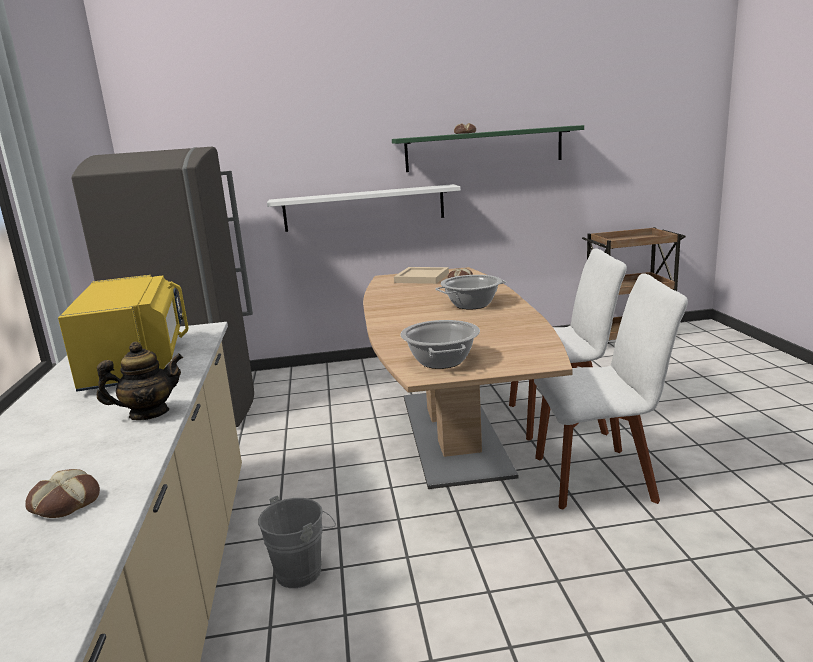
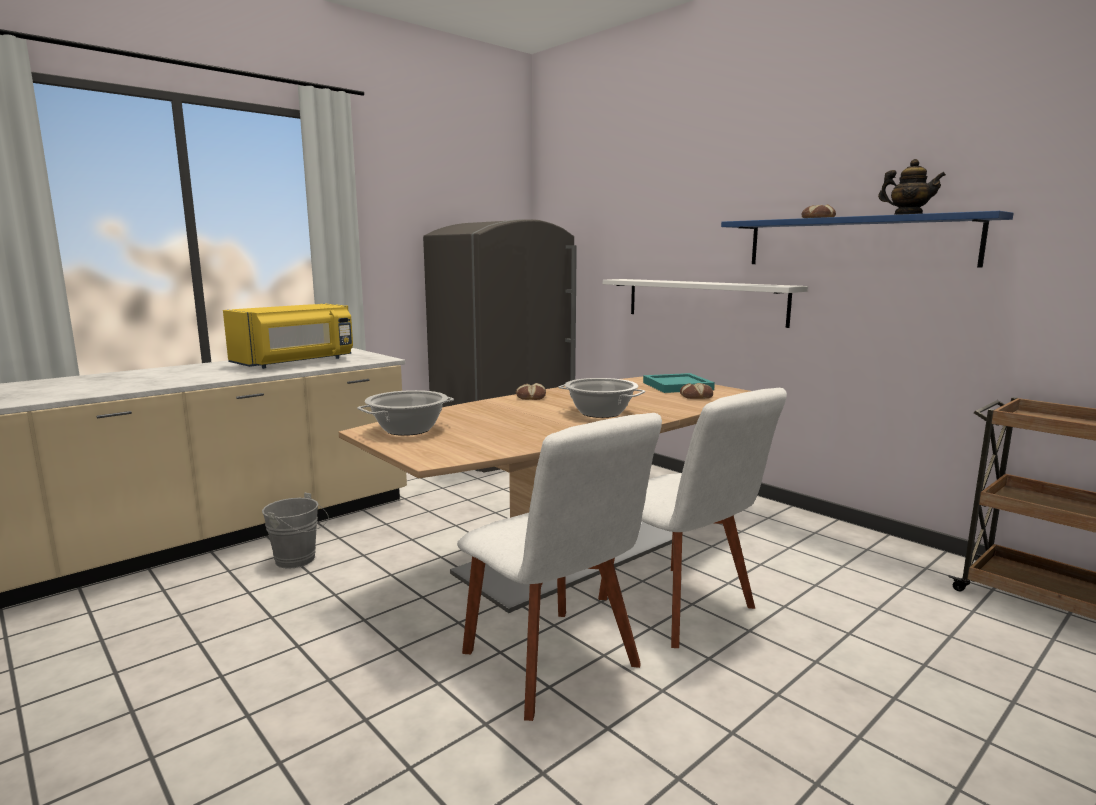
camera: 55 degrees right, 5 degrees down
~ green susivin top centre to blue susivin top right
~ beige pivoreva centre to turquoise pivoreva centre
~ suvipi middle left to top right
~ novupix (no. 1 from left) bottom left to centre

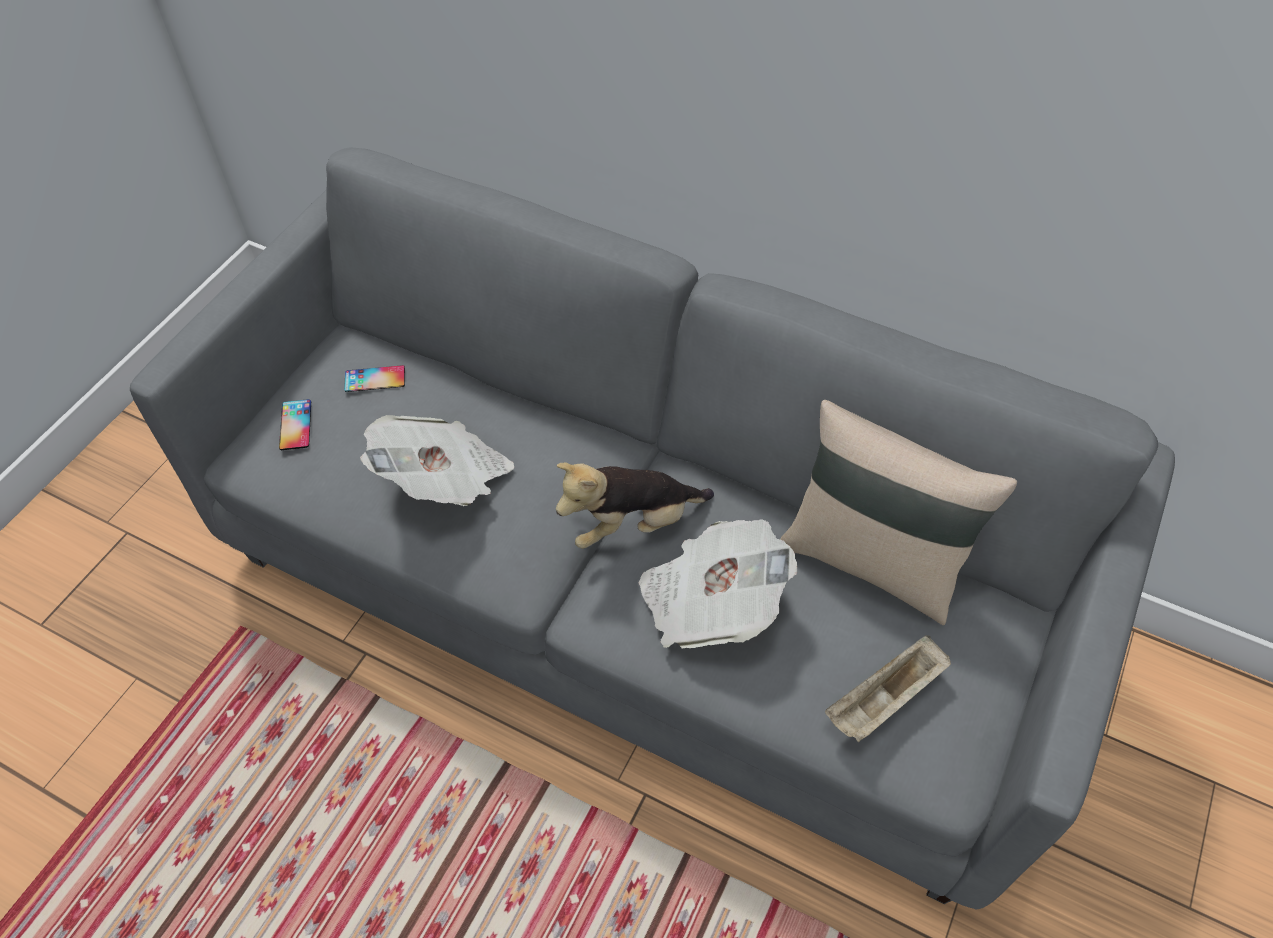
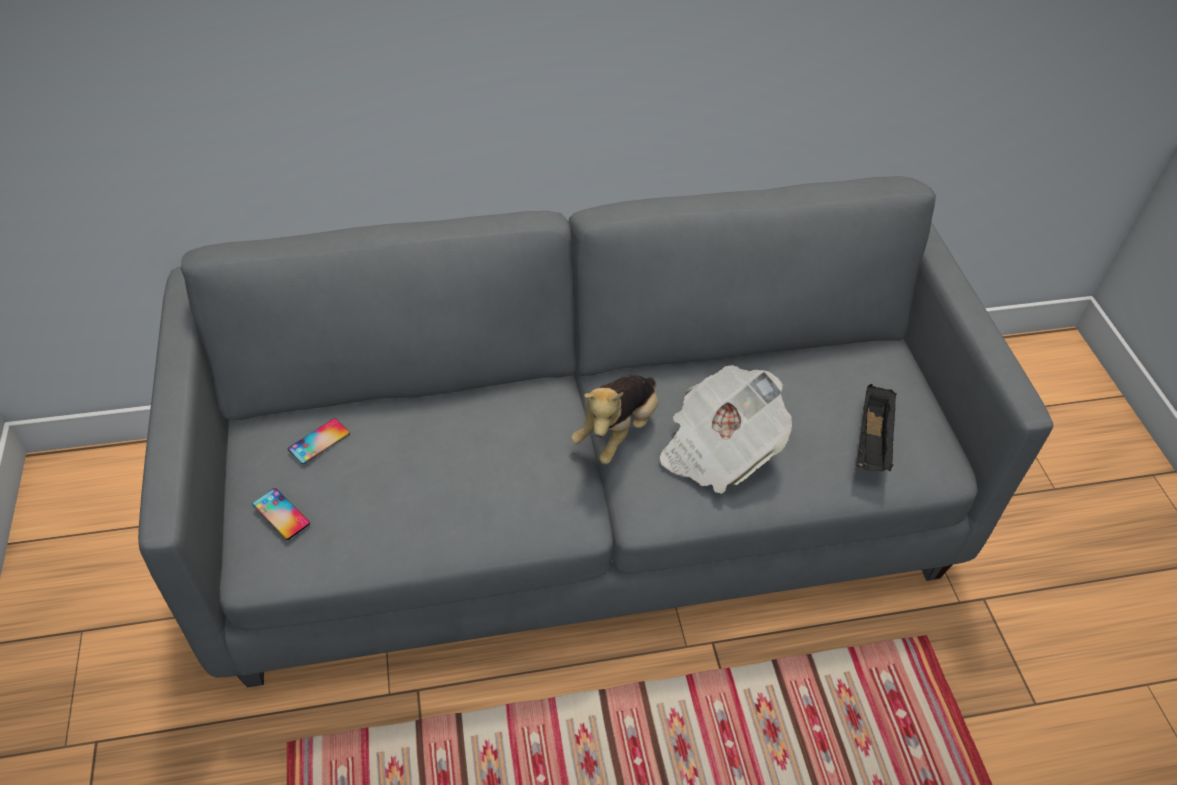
camera: 40 degrees left, 5 degrees down
- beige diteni middle right
- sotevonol (no. 1 from left) centre
~ beige pivoreva bottom right to black pivoreva middle right

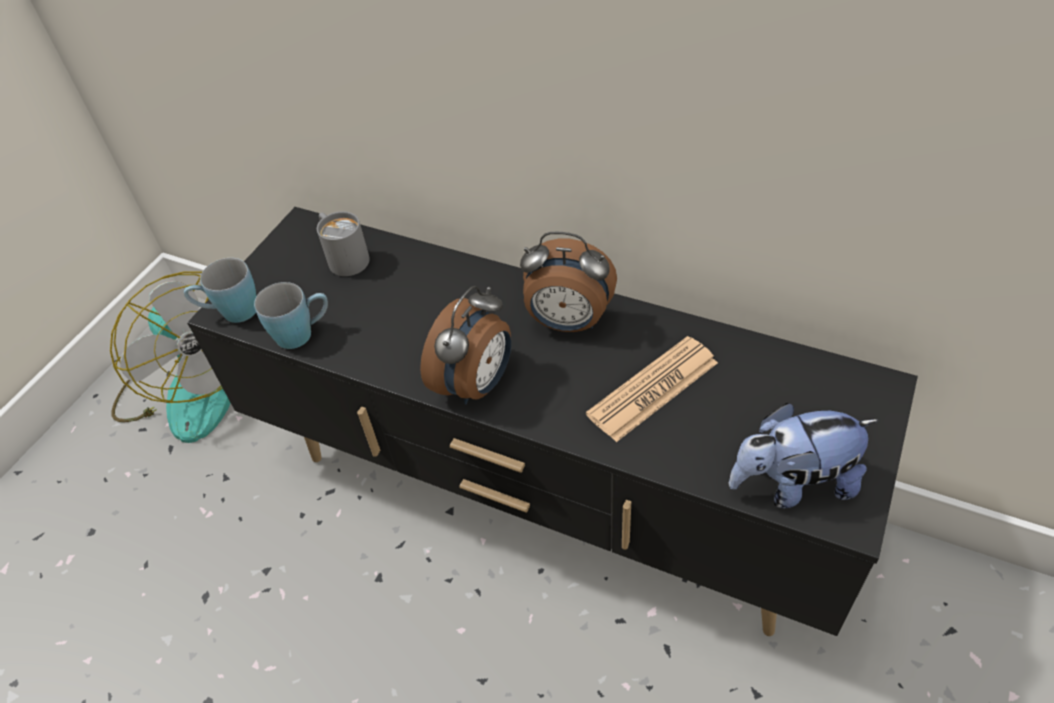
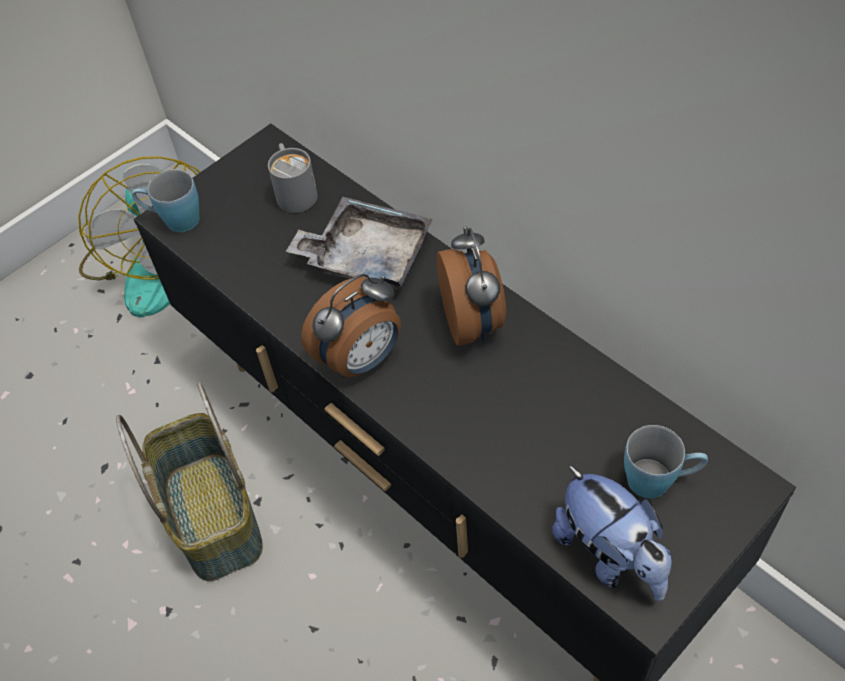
camera: 20 degrees right, 5 degrees up
~ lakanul (no. 2 from left) centre = centre 135 degrees counterclockwise
~ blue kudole (no. 2 from left) middle left to bottom right
- sotevonol centre
~ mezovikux middle right = bottom right 135 degrees counterclockwise
+ grey pivoreva centre
+ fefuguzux bottom left

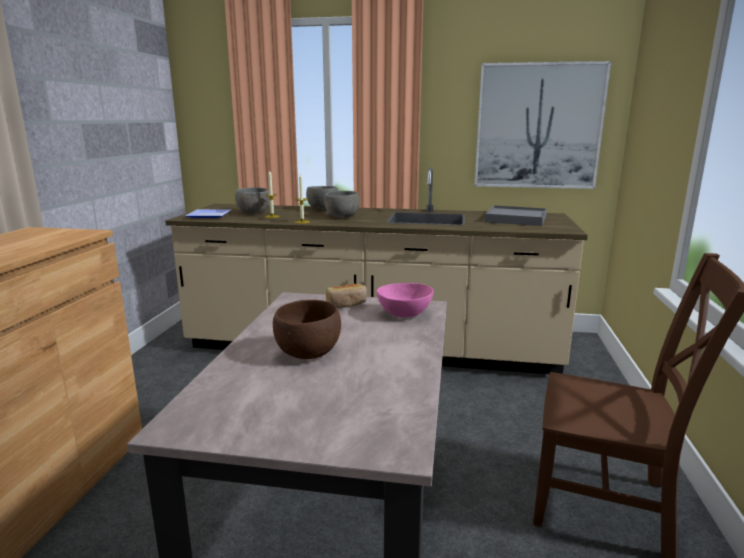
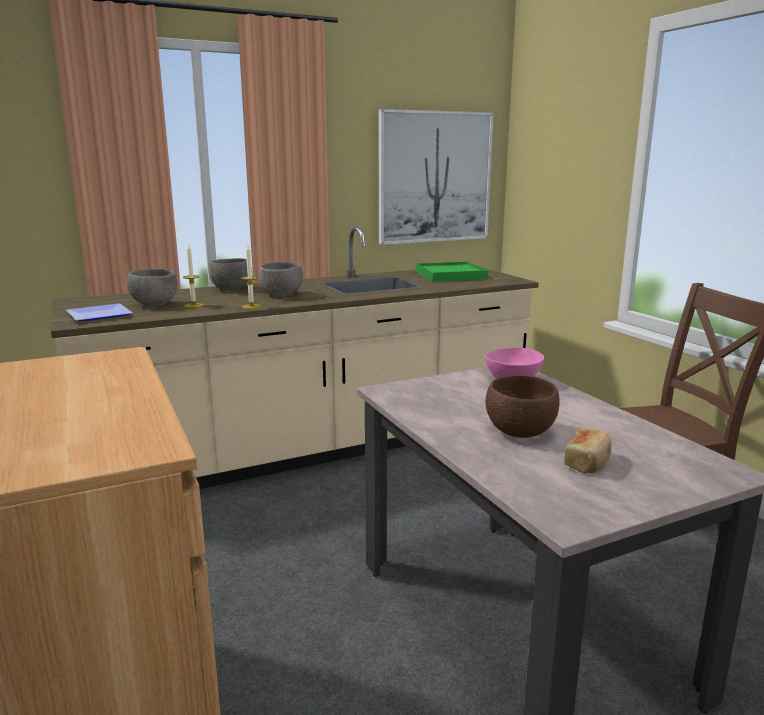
camera: 35 degrees left, 0 degrees up
~ grey pivoreva middle right to green pivoreva centre
~ novupix centre to middle right

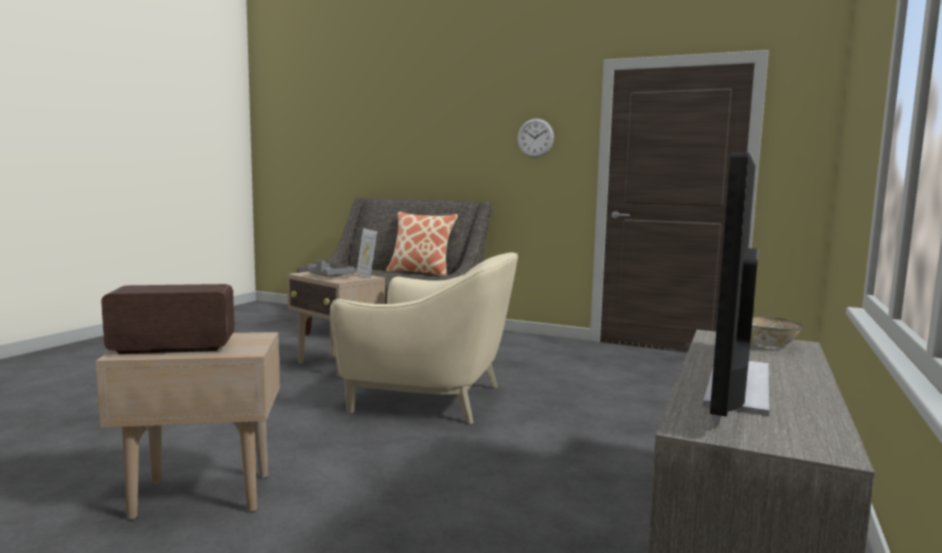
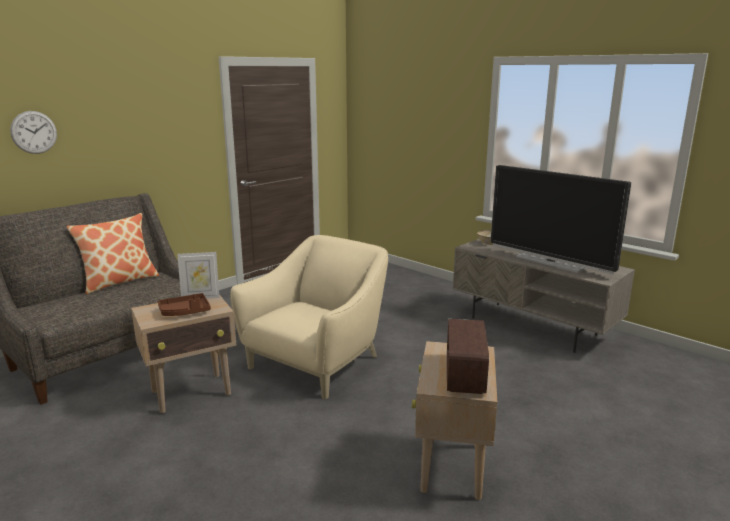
camera: 70 degrees left, 10 degrees up
~ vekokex top centre to top left
~ grey pivoreva centre to brown pivoreva middle left

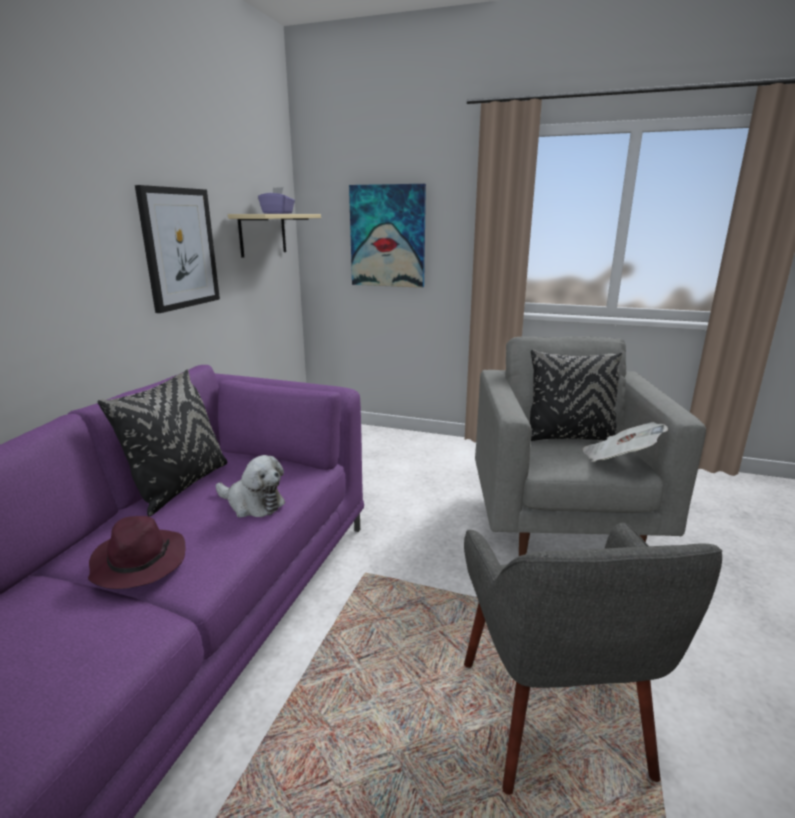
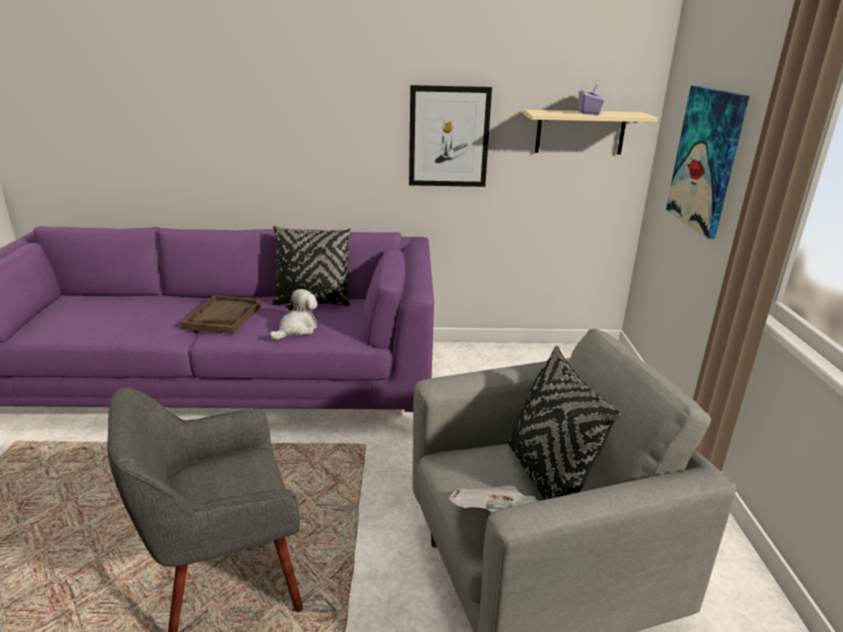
camera: 70 degrees right, 5 degrees up
~ mezovikux middle left = centre 150 degrees counterclockwise
~ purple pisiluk bottom left to brown pivoreva middle left

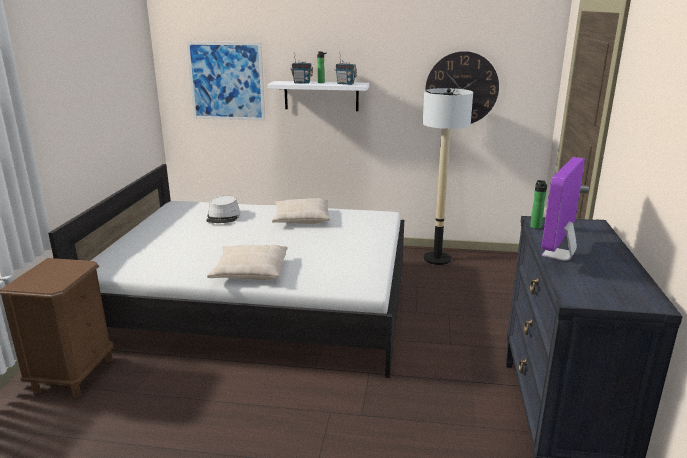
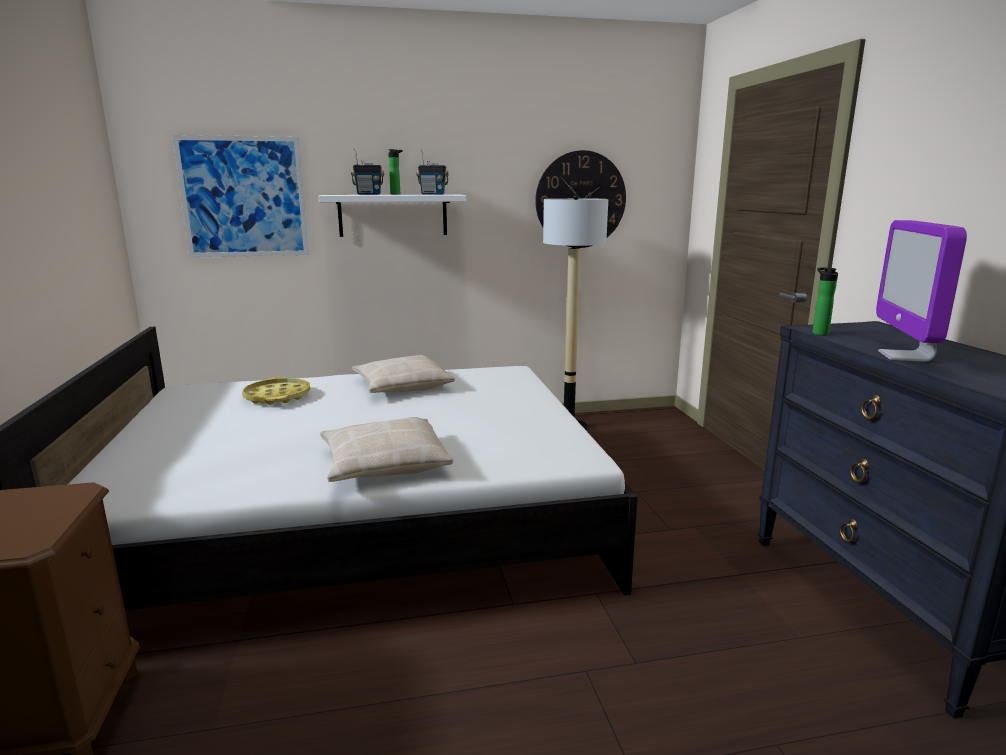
camera: 20 degrees left, 5 degrees down
~ grey pisiluk middle left to yellow pivoreva middle left

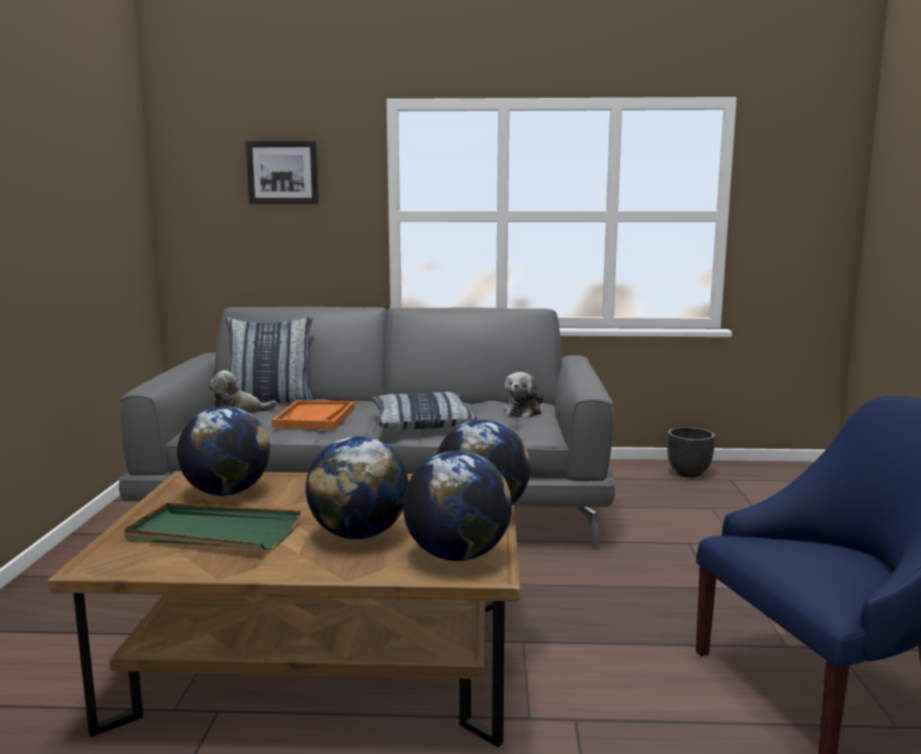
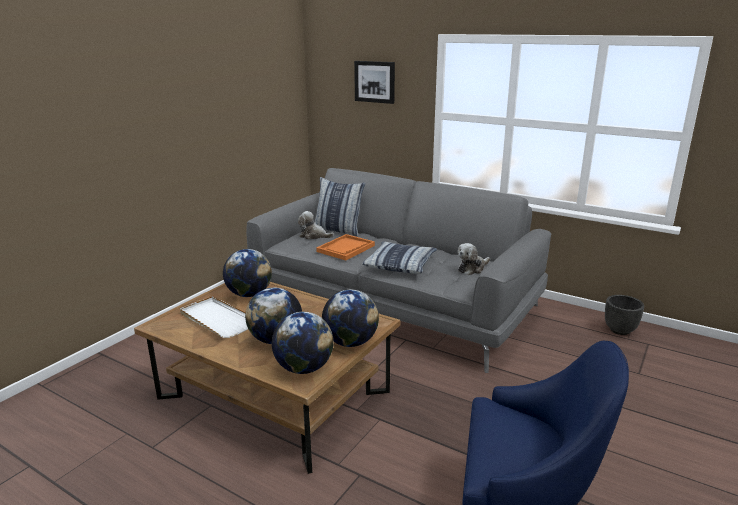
camera: 30 degrees right, 10 degrees up
~ green pivoreva bottom left to white pivoreva middle left

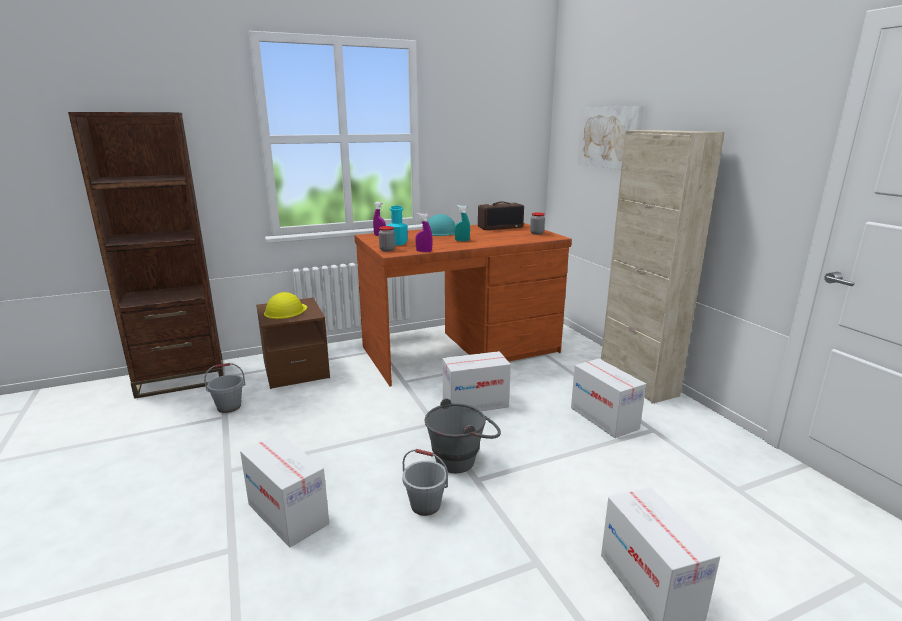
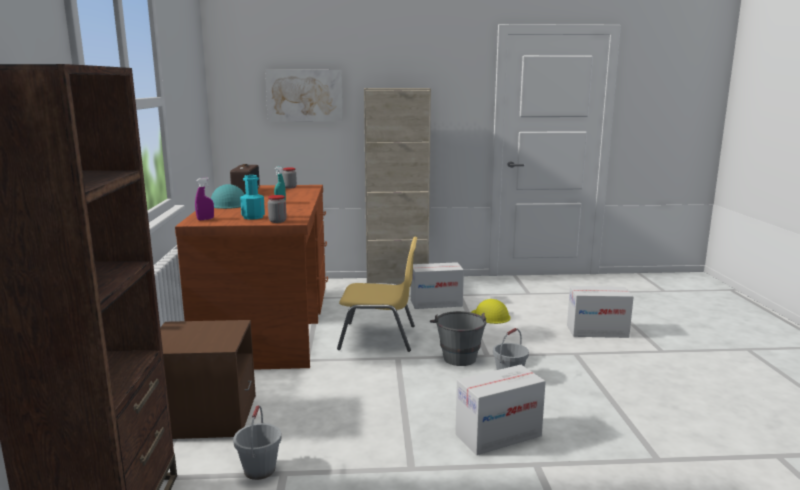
camera: 70 degrees left, 5 degrees down
- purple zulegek (no. 2 from left) centre
~ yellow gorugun middle left to centre
~ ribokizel (no. 2 from left) centre to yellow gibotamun centre

